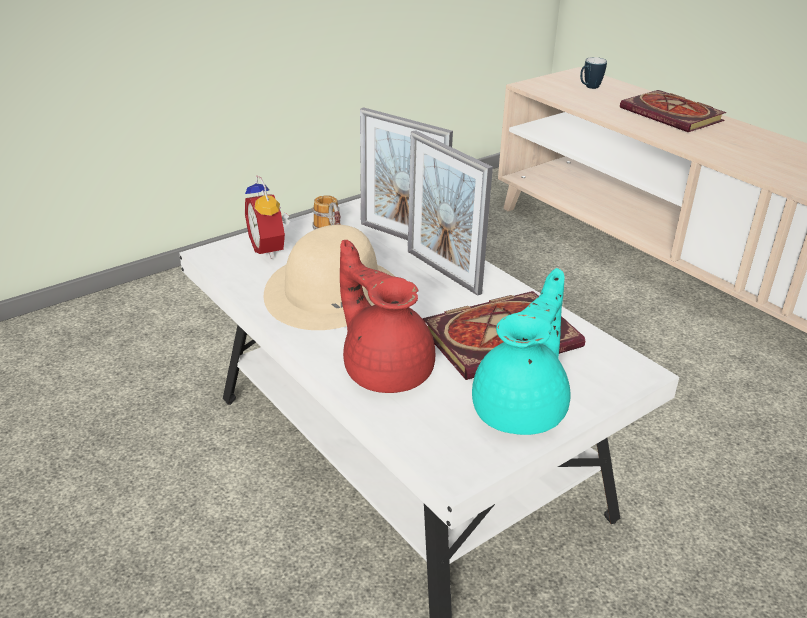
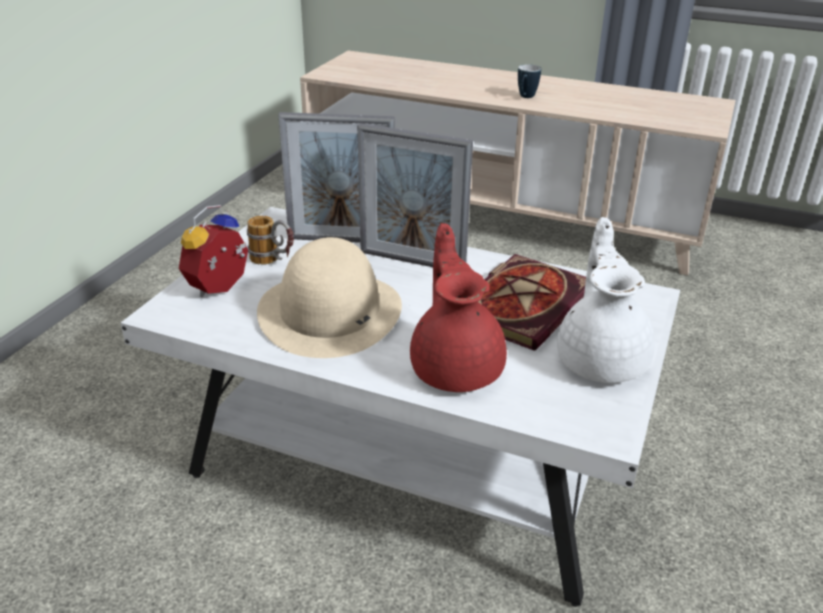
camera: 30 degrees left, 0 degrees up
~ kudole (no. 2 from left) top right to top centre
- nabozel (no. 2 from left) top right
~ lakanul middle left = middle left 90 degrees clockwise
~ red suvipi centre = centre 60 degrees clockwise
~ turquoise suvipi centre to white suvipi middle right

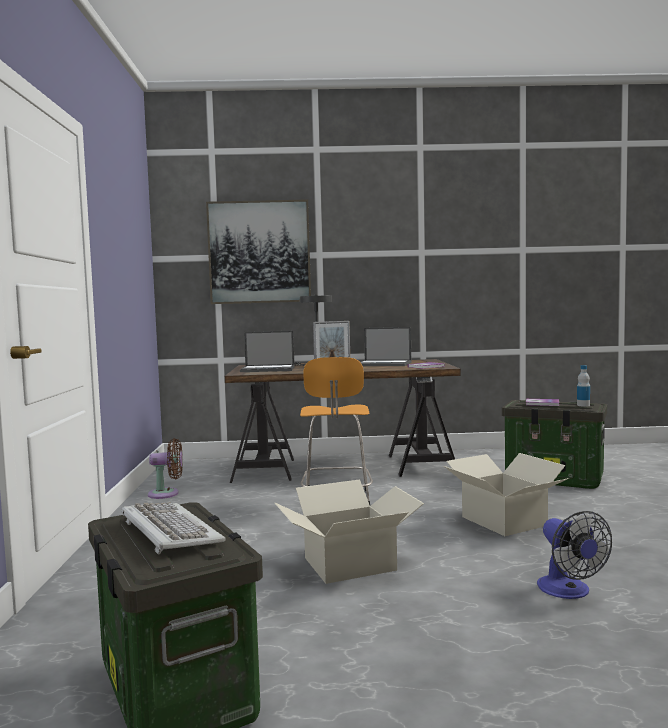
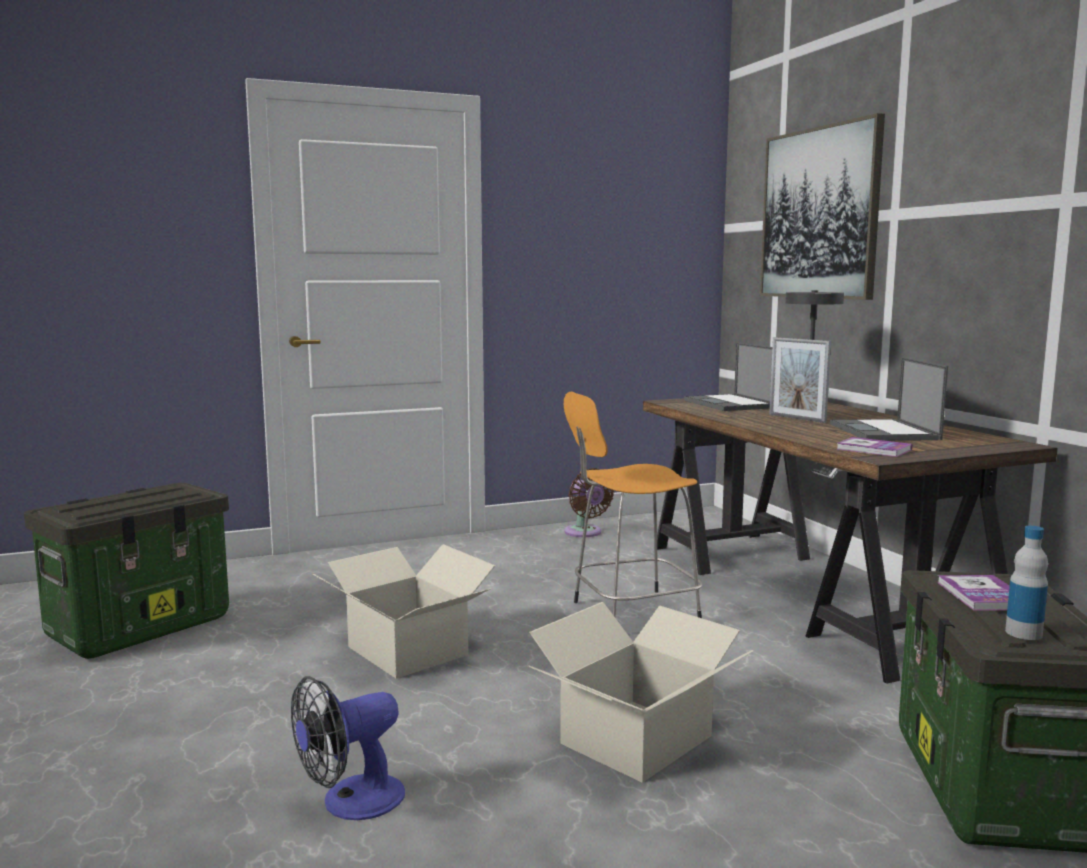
camera: 70 degrees right, 5 degrees up
- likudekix bottom left

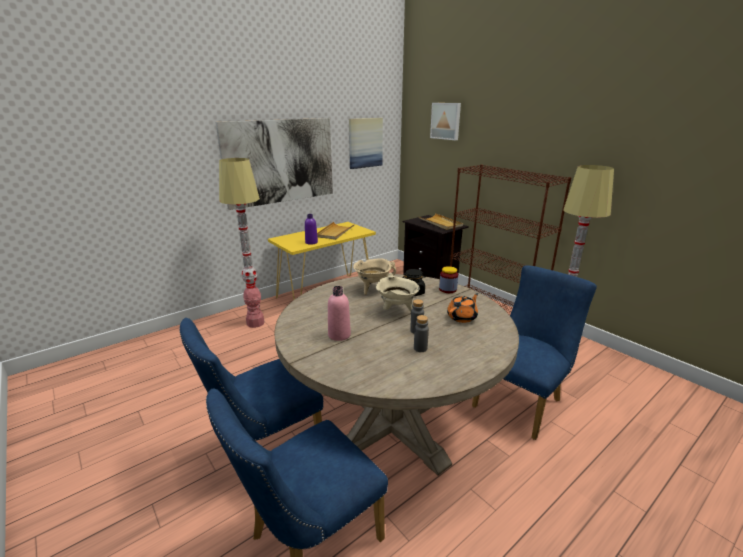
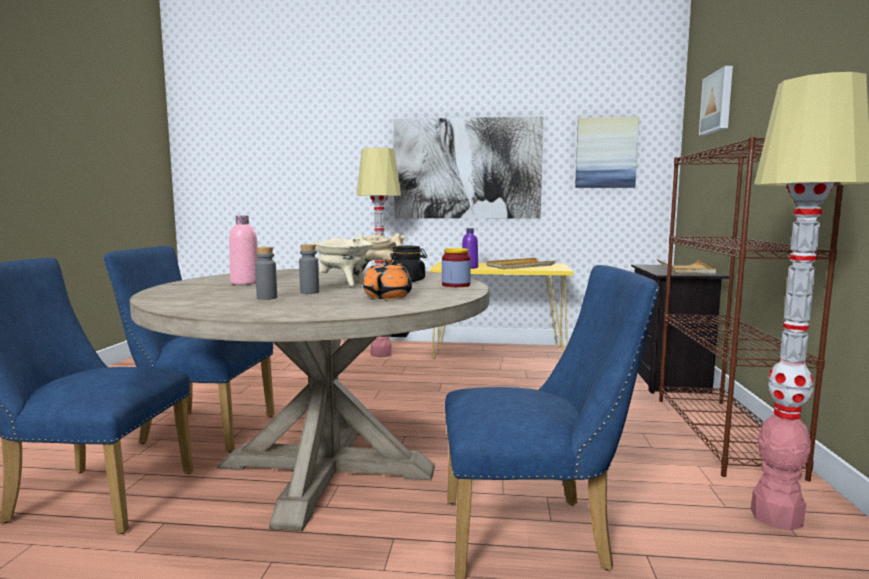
camera: 45 degrees right, 15 degrees down
~ orange suvipi centre = centre 75 degrees counterclockwise

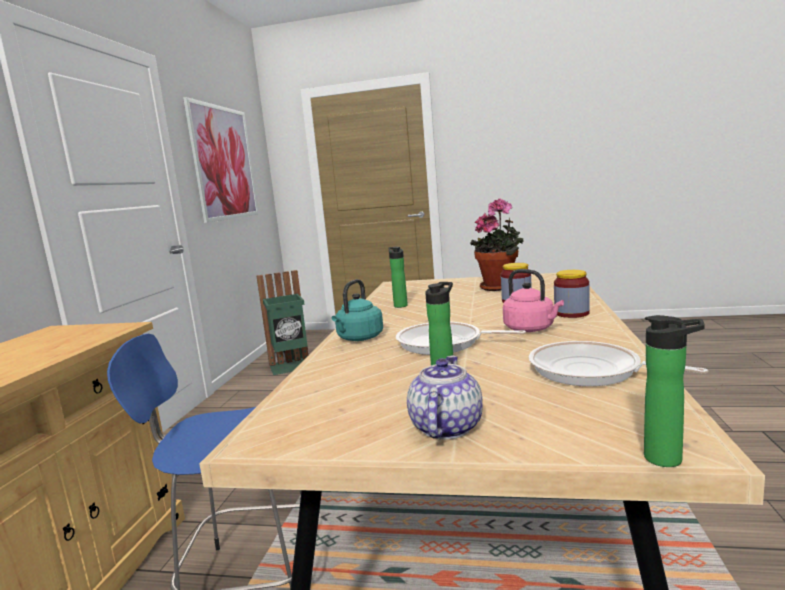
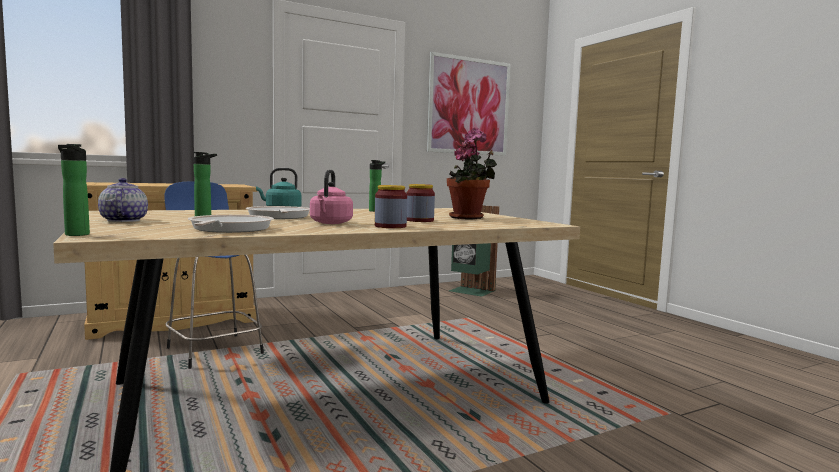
camera: 50 degrees right, 5 degrees down
~ suvipi bottom centre = middle left 90 degrees counterclockwise

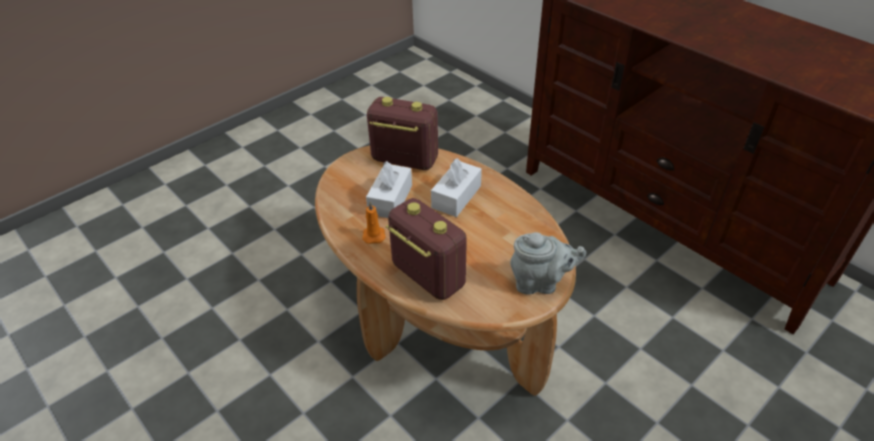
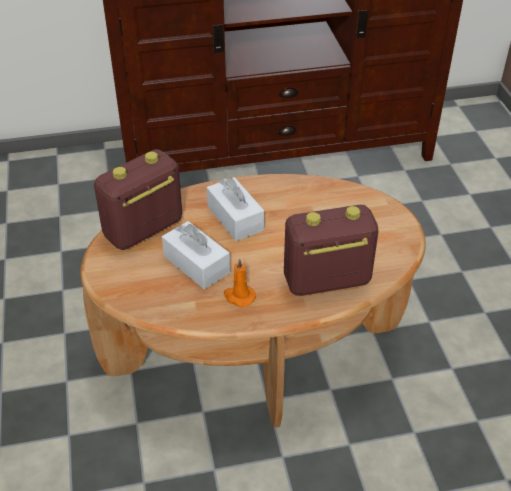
camera: 60 degrees left, 0 degrees up
- grey suvipi centre

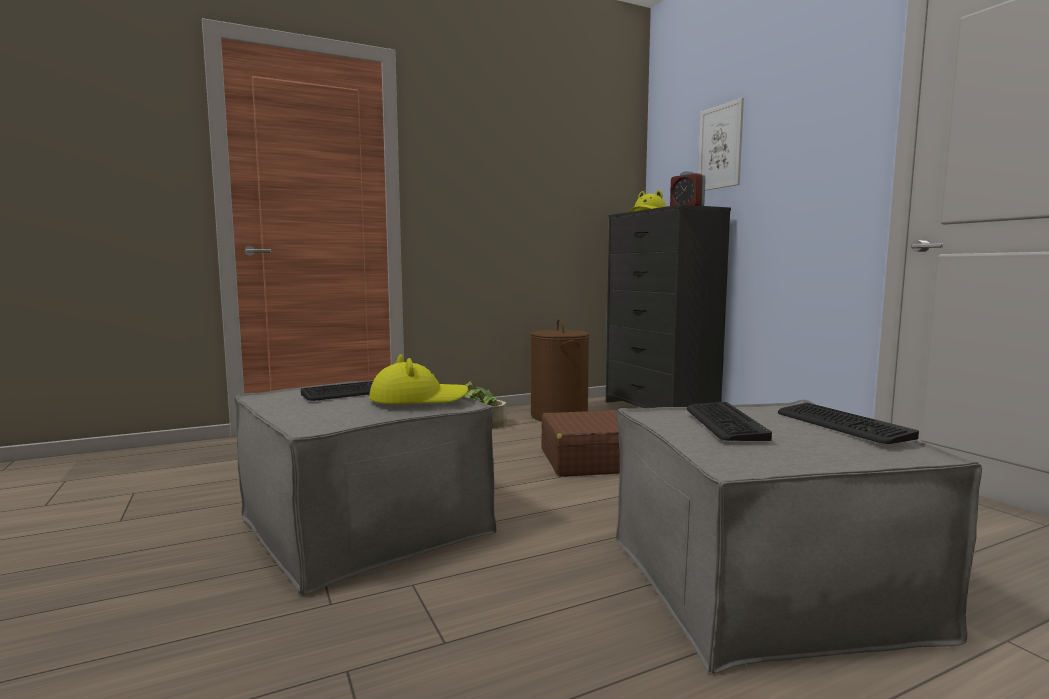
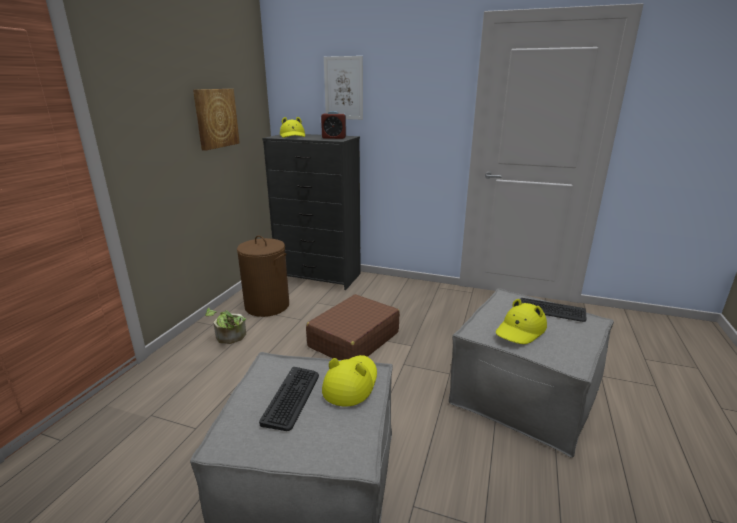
camera: 45 degrees left, 15 degrees up
~ likudekix (no. 2 from left) middle right to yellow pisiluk (no. 3 from left) middle right
+ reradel (no. 1 from left) top left

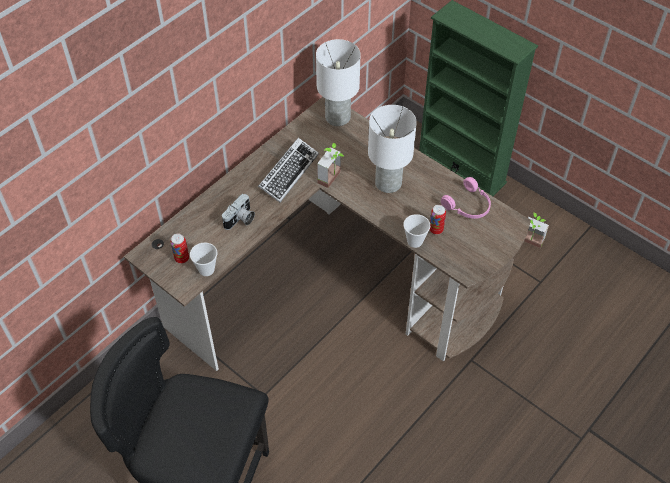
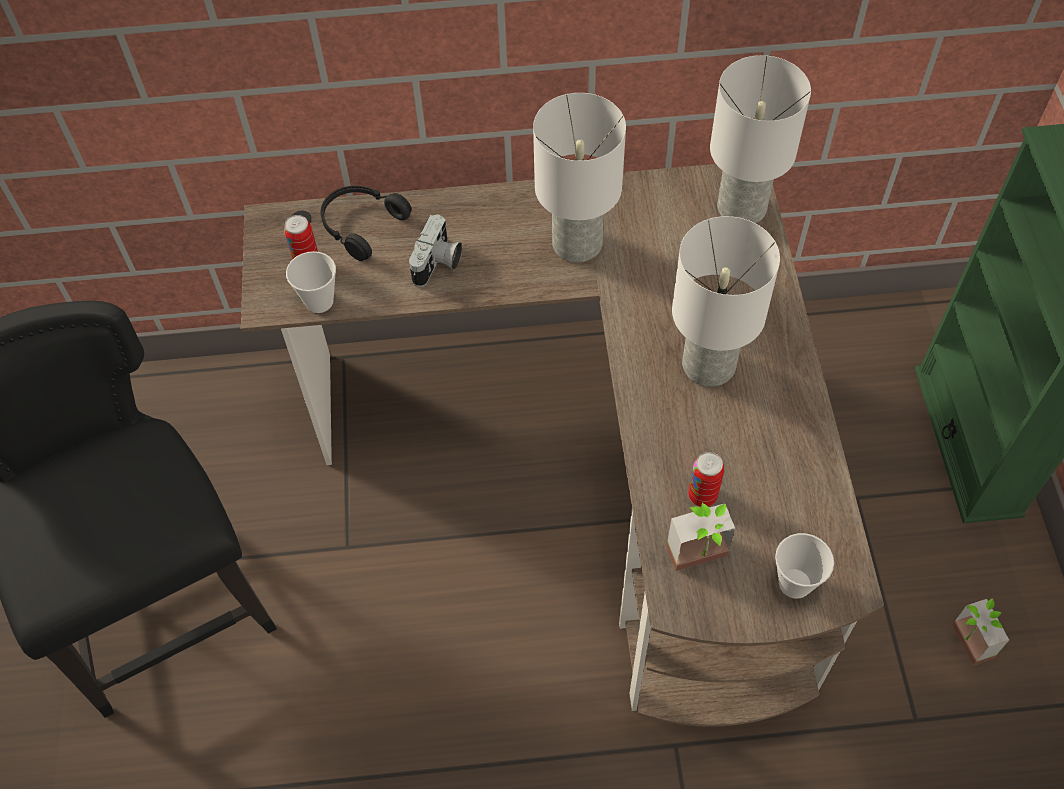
camera: 45 degrees right, 5 degrees up
~ likudekix centre to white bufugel (no. 1 from left) top centre
~ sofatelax (no. 1 from left) centre to bottom centre
- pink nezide middle right
~ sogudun centre = top centre 60 degrees counterclockwise
~ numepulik (no. 2 from left) centre to bottom right
+ black nezide top centre

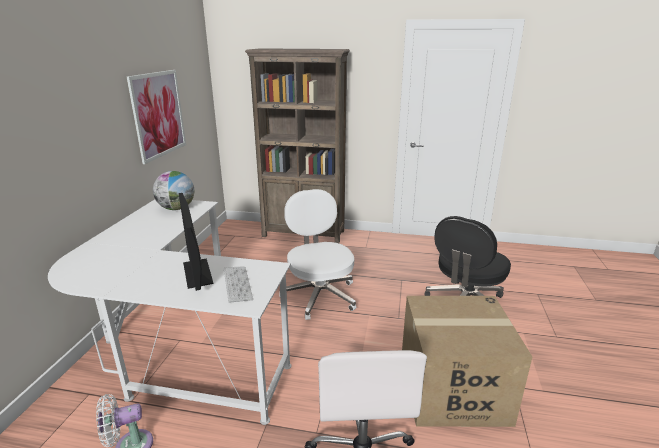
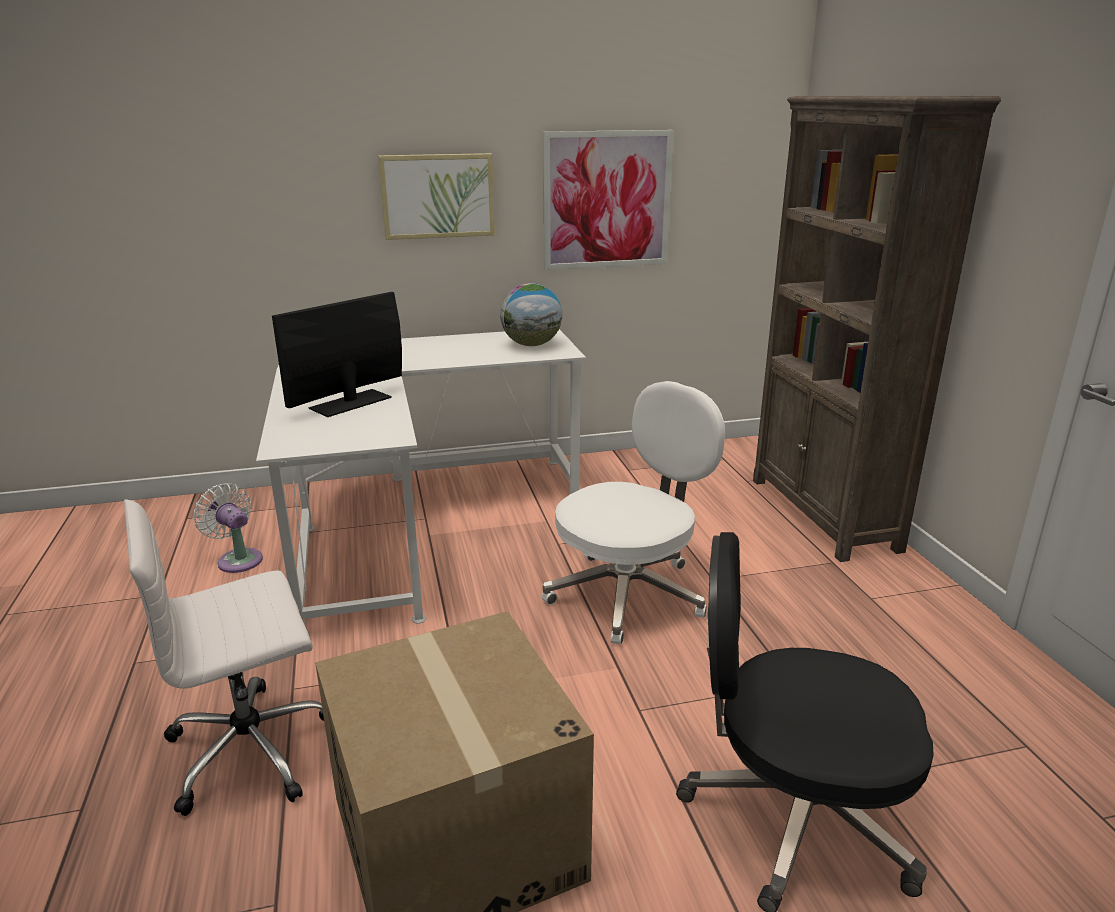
camera: 65 degrees right, 0 degrees up
- likudekix centre
+ reradel (no. 1 from left) top centre

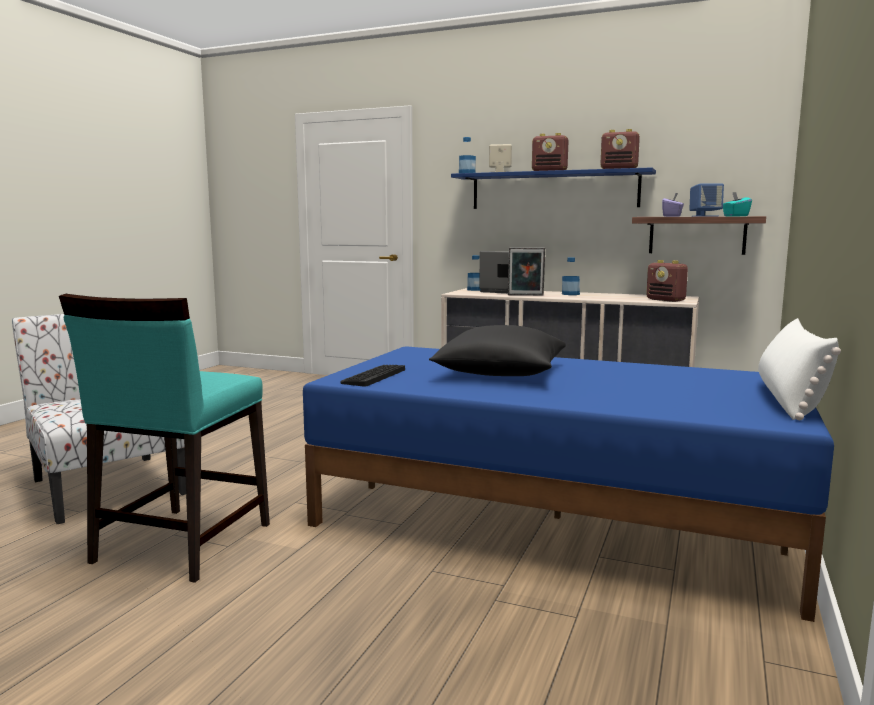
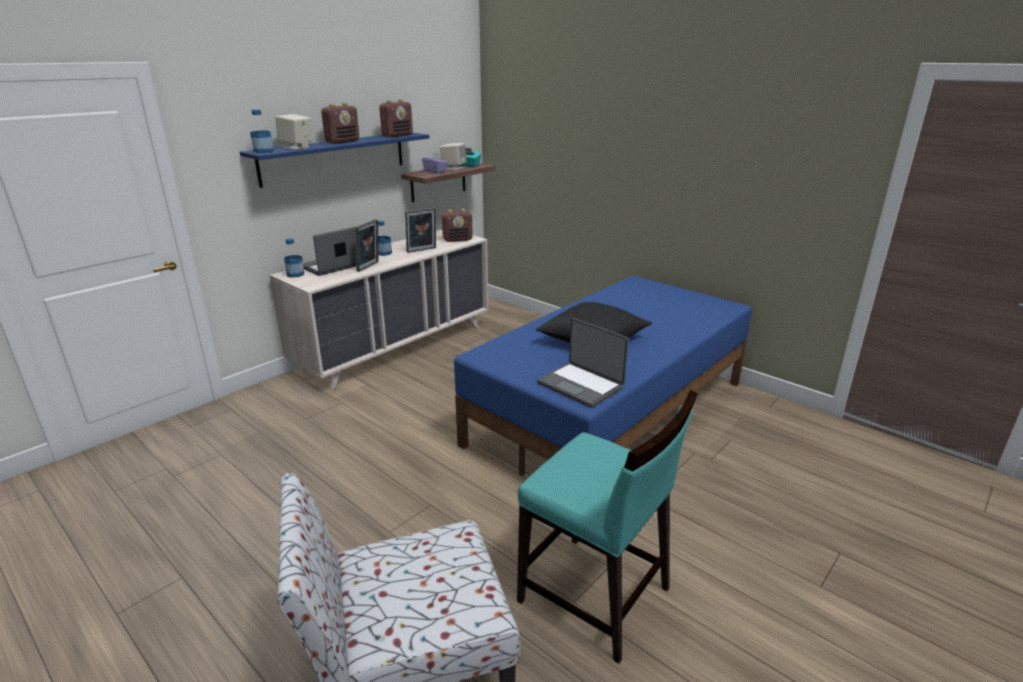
camera: 70 degrees left, 15 degrees up
~ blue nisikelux top right to beige nisikelux (no. 2 from left) top centre
- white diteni middle right
~ likudekix centre to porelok (no. 2 from left) centre
+ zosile (no. 2 from left) centre

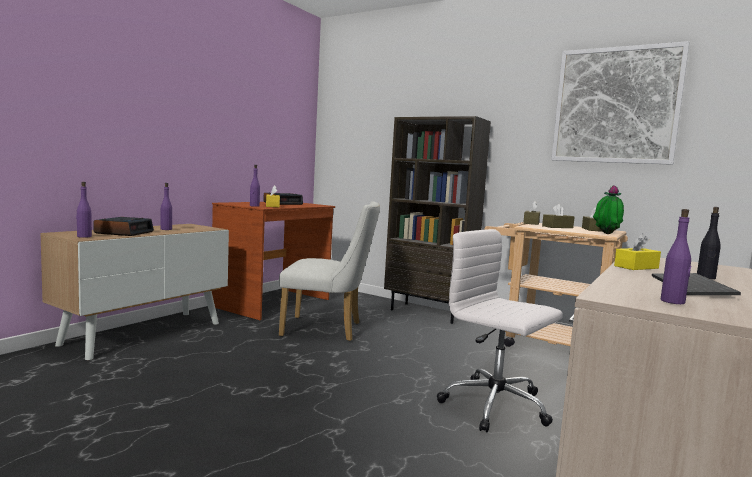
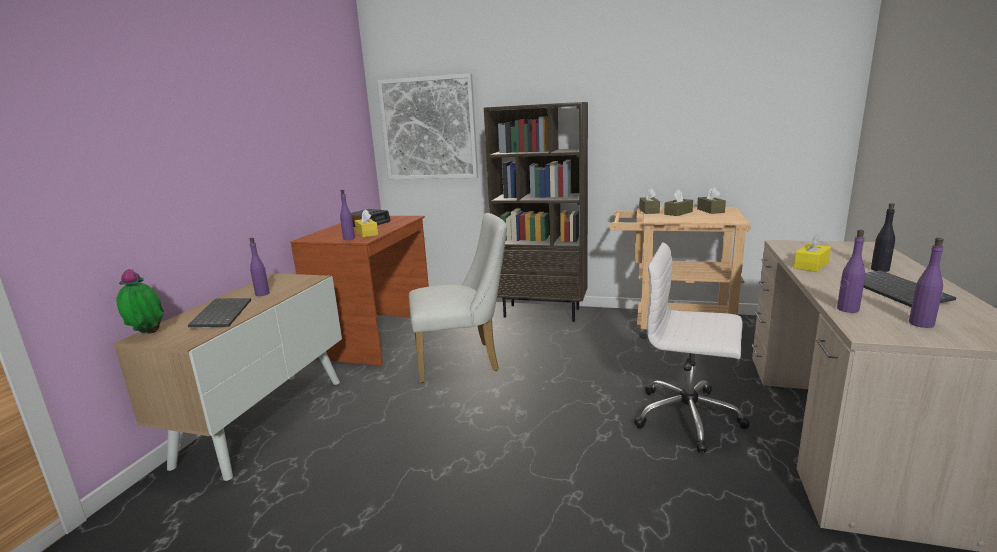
camera: 15 degrees left, 10 degrees up
~ reradel top right to top centre
~ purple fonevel (no. 1 from left in the first image) middle left to purple fonevel (no. 3 from left) middle right
~ sofatelax middle right to middle left
~ lakanul (no. 1 from left) middle left to likudekix (no. 1 from left) middle left

